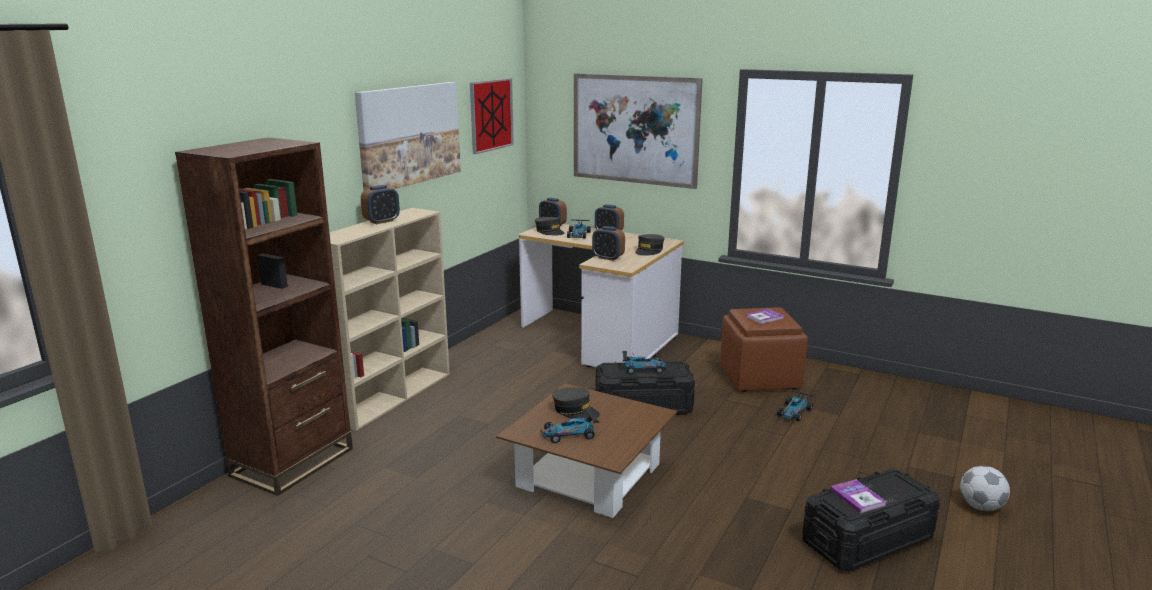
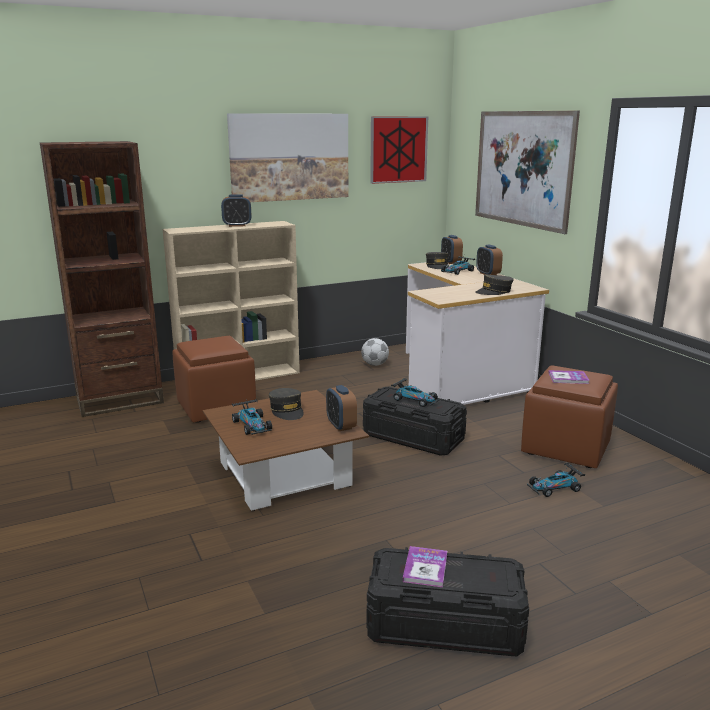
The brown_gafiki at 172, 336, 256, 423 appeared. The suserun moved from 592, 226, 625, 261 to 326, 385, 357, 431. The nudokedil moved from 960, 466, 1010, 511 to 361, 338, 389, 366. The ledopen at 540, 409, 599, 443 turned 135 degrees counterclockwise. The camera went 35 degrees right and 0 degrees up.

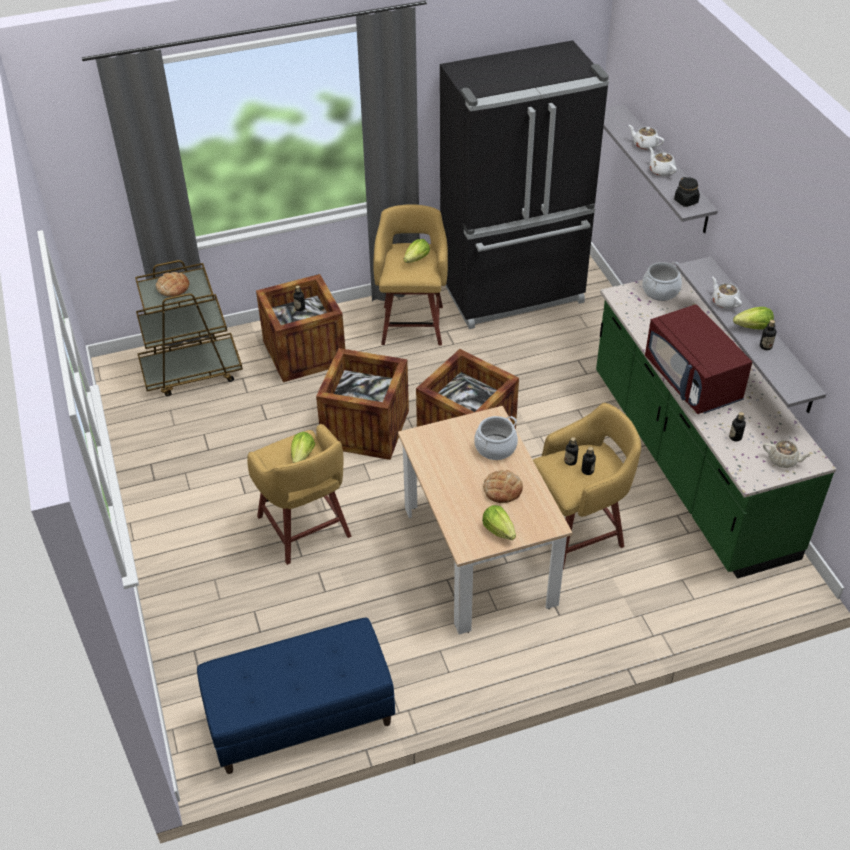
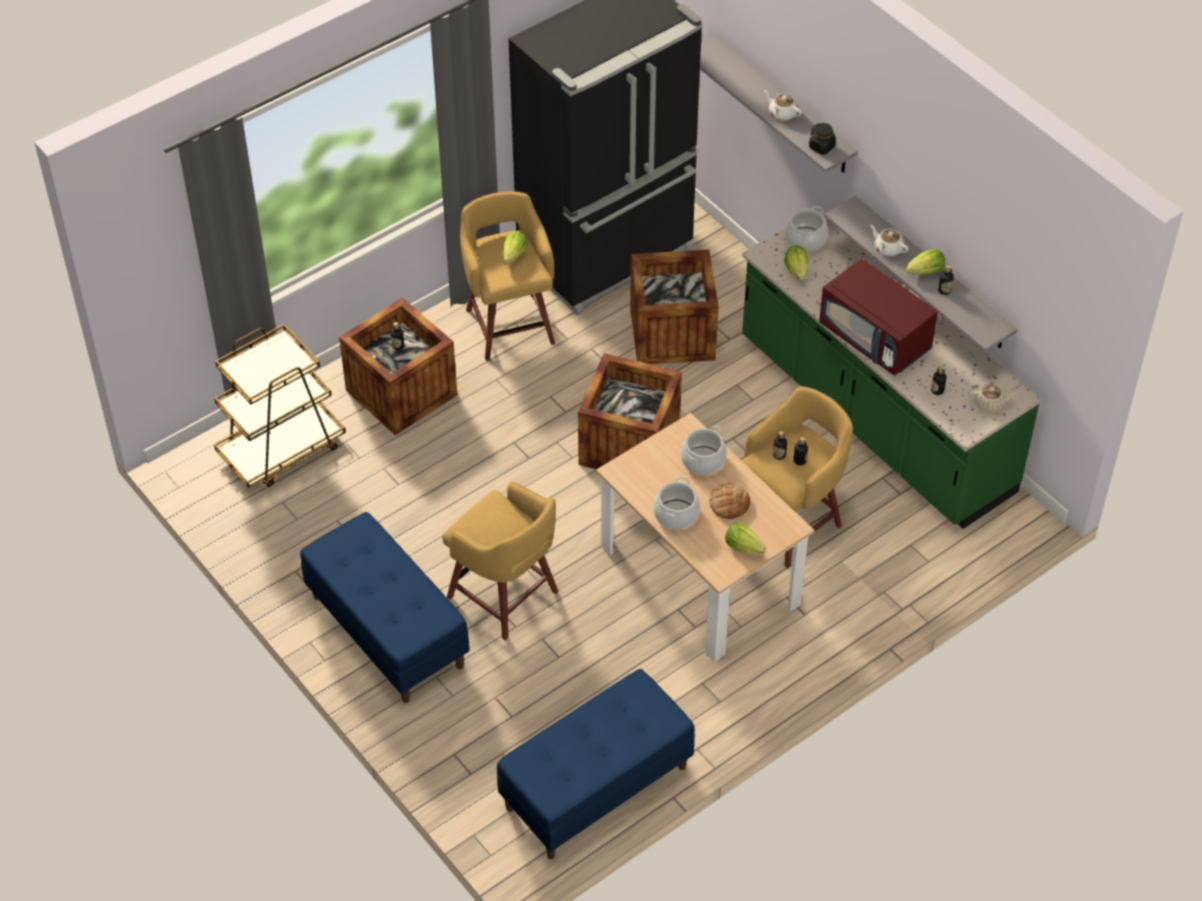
The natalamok at 156, 272, 189, 297 disappeared. The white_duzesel at 629, 125, 664, 150 disappeared. The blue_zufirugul at 300, 512, 469, 703 appeared. The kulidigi at 653, 477, 700, 530 appeared. The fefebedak moved from 291, 432, 315, 463 to 784, 245, 808, 281. The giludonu moved from 316, 348, 409, 460 to 630, 249, 719, 364. The camera went 20 degrees left and 5 degrees up.

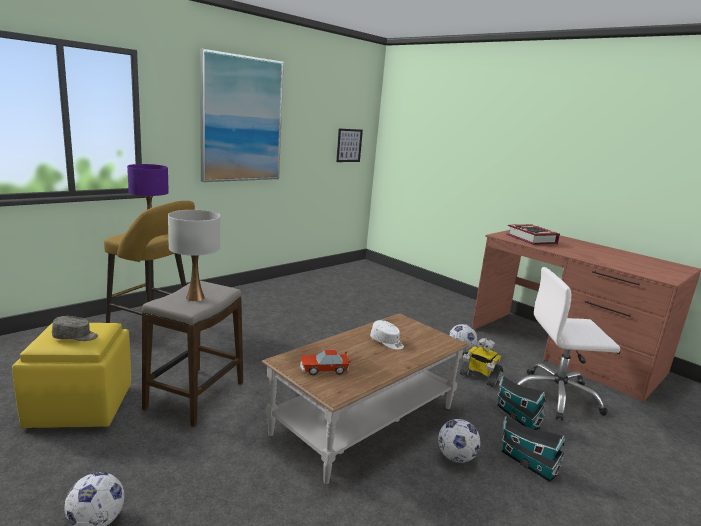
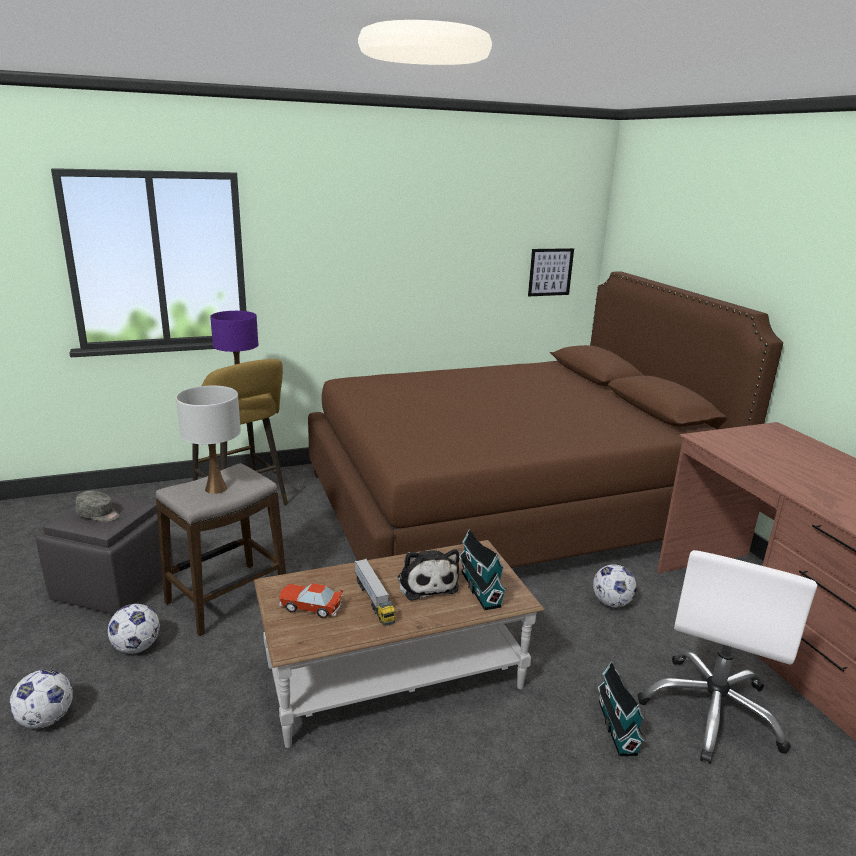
The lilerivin at 200, 49, 284, 182 disappeared. The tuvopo at 460, 338, 504, 388 disappeared. The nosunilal at 506, 224, 560, 245 disappeared. The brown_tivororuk at 308, 271, 783, 568 appeared. The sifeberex at 355, 559, 395, 626 appeared. The nudokedil moved from 438, 419, 480, 463 to 108, 604, 160, 653. The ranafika moved from 501, 416, 565, 482 to 459, 529, 507, 610. The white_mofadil at 370, 320, 404, 350 was replaced by the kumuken at 398, 549, 459, 600. The yellow_gafiki at 12, 323, 131, 428 became the grey_gafiki at 36, 494, 174, 614. The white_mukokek at 517, 267, 620, 421 turned 90 degrees counterclockwise. The camera went 25 degrees right and 5 degrees up.

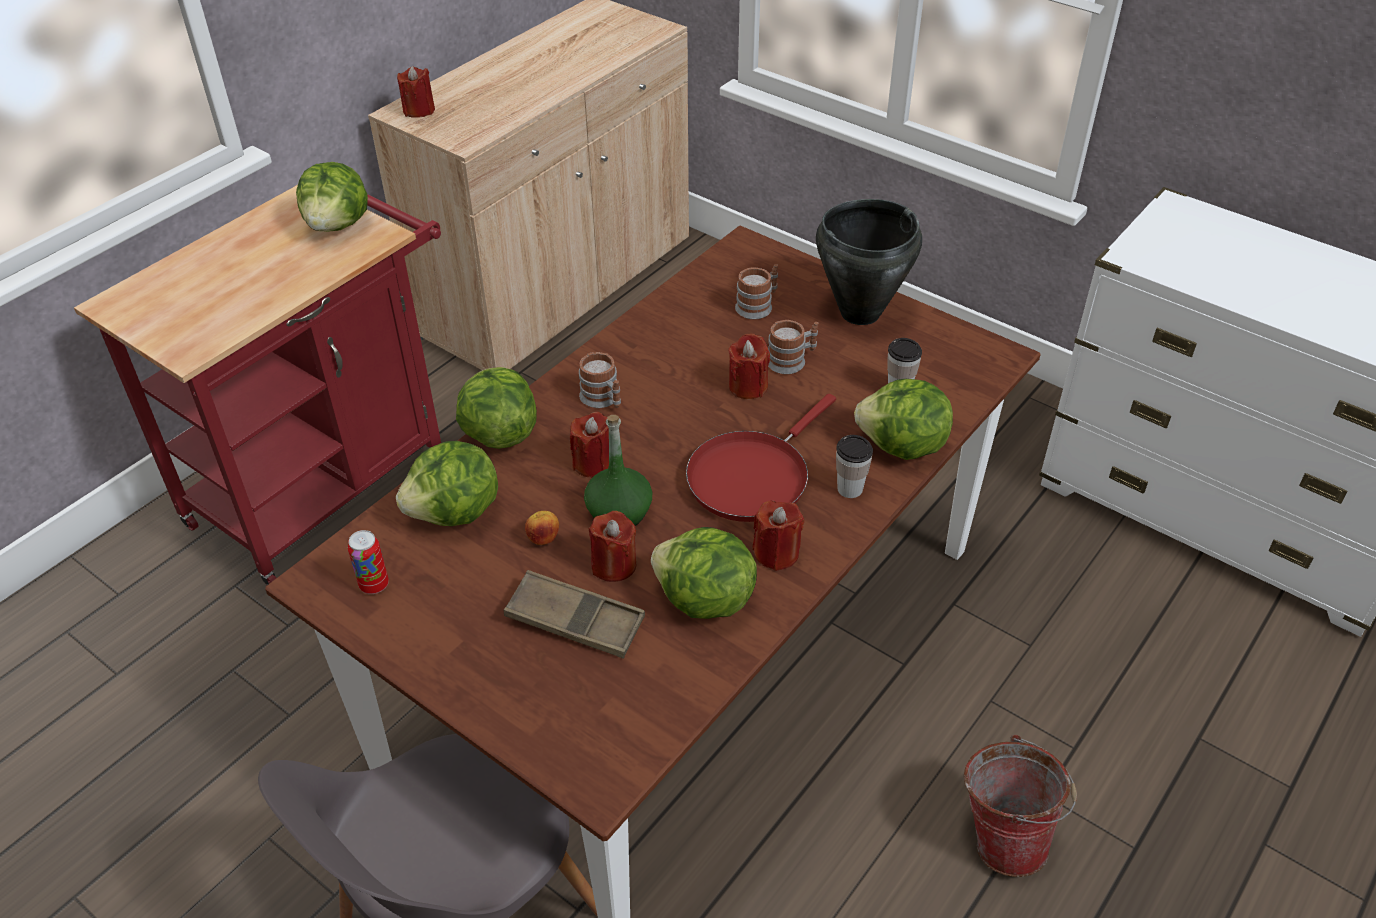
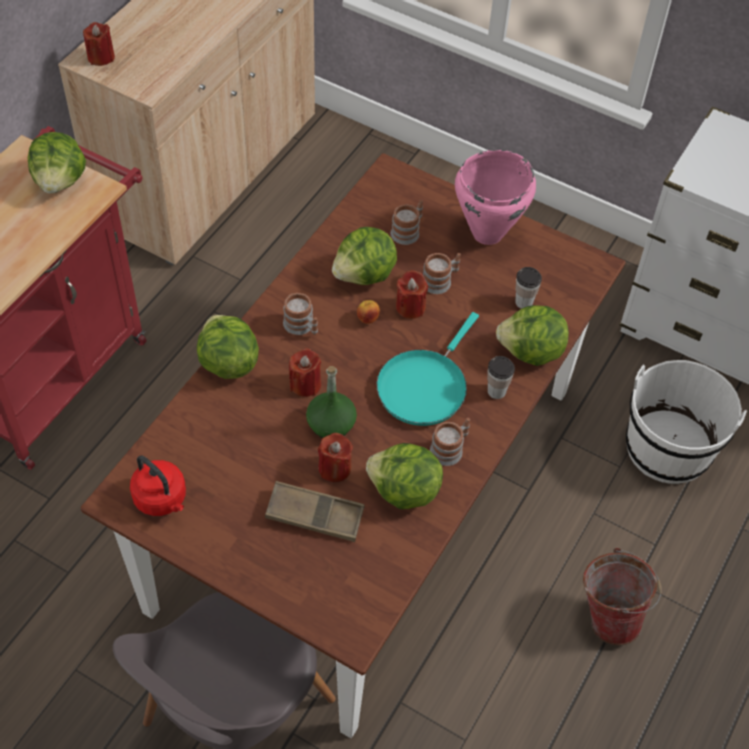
The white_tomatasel at 626, 360, 747, 484 appeared. The fefebedak moved from 396, 441, 498, 526 to 332, 227, 397, 285. The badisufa moved from 525, 511, 559, 545 to 357, 300, 380, 324. The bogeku at 348, 530, 389, 594 was replaced by the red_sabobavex at 130, 455, 186, 516. The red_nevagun at 752, 500, 804, 571 was replaced by the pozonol at 430, 418, 470, 466. The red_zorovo at 686, 394, 836, 522 became the turquoise_zorovo at 376, 312, 479, 426. The black_kulidigi at 816, 199, 922, 325 became the pink_kulidigi at 455, 150, 536, 245. The camera went 10 degrees left and 10 degrees up.

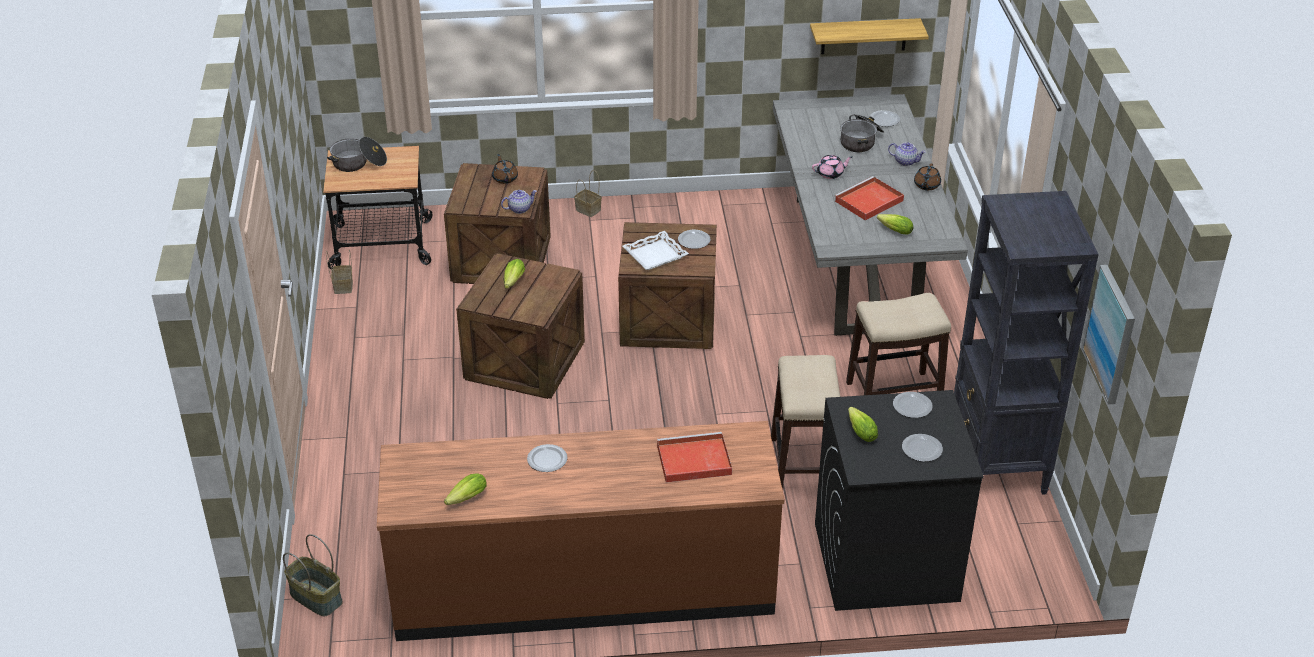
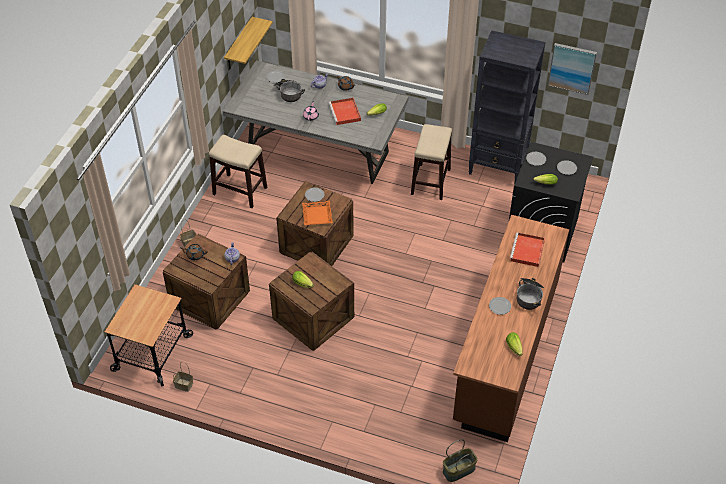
The kulidigi moved from 327, 137, 387, 172 to 517, 278, 544, 310. The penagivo moved from 771, 355, 840, 489 to 209, 135, 267, 208. The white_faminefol at 622, 231, 689, 270 became the orange_faminefol at 302, 201, 333, 225. The camera went 65 degrees left and 10 degrees up.

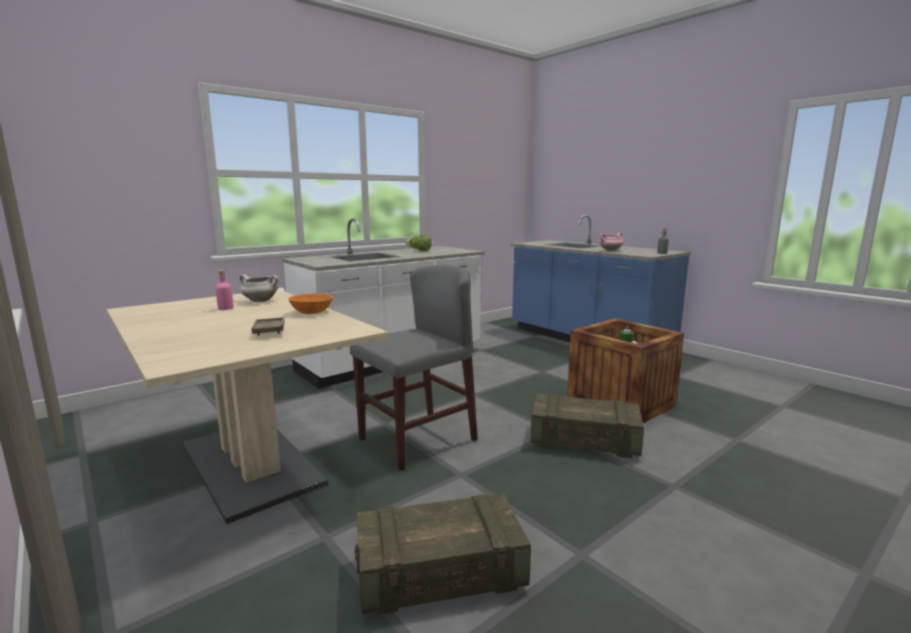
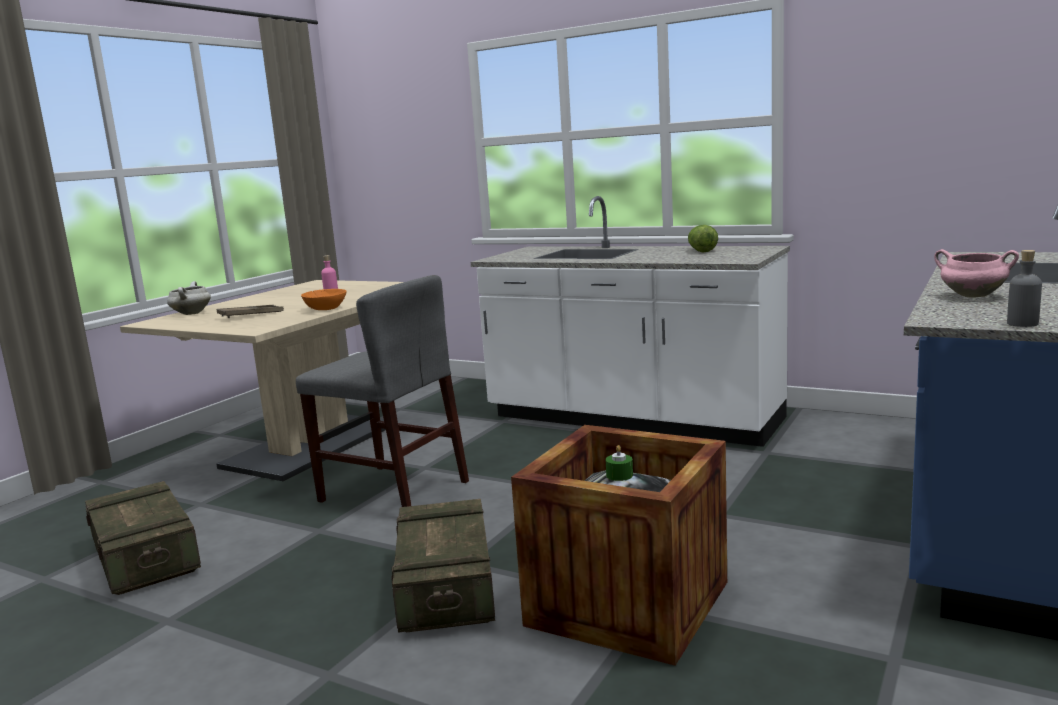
The white_kulidigi moved from 239, 274, 279, 302 to 167, 281, 211, 315. The camera went 70 degrees right and 0 degrees up.

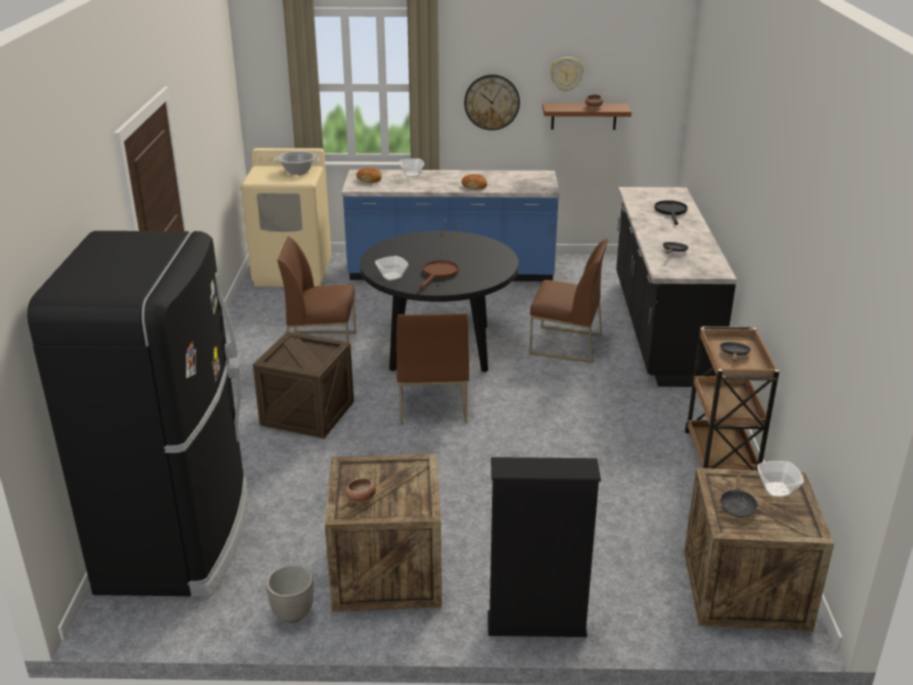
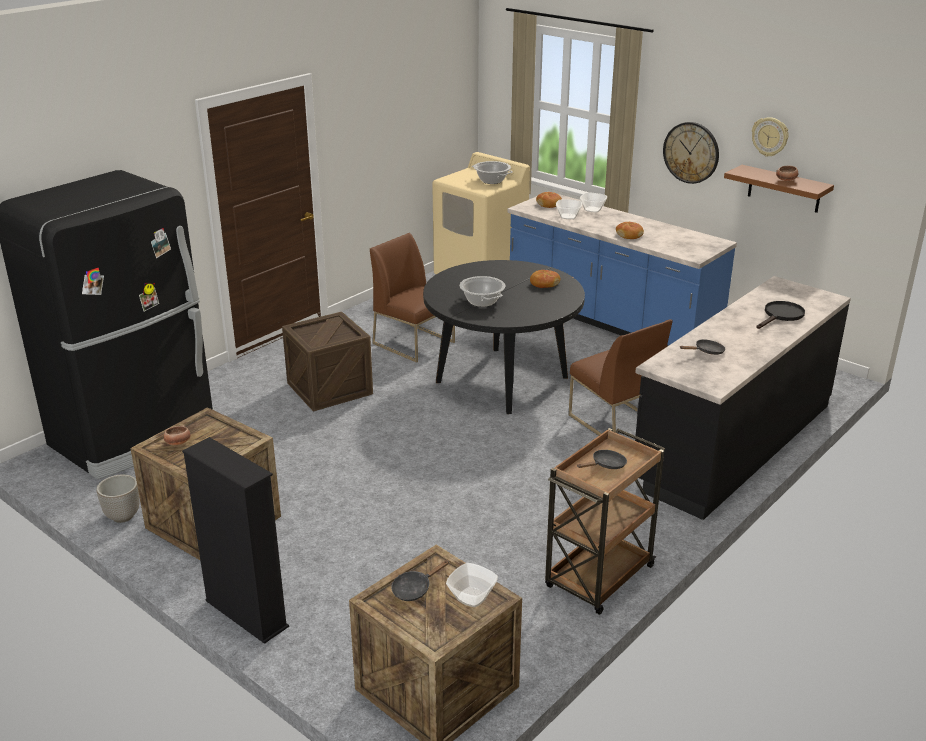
The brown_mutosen at 396, 313, 469, 425 disappeared. The natalamok at 530, 270, 560, 288 appeared. The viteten moved from 375, 256, 408, 281 to 556, 199, 582, 219. The brown_zorovo at 419, 260, 459, 289 was replaced by the kulidigi at 460, 276, 505, 307. The camera went 40 degrees right and 0 degrees up.

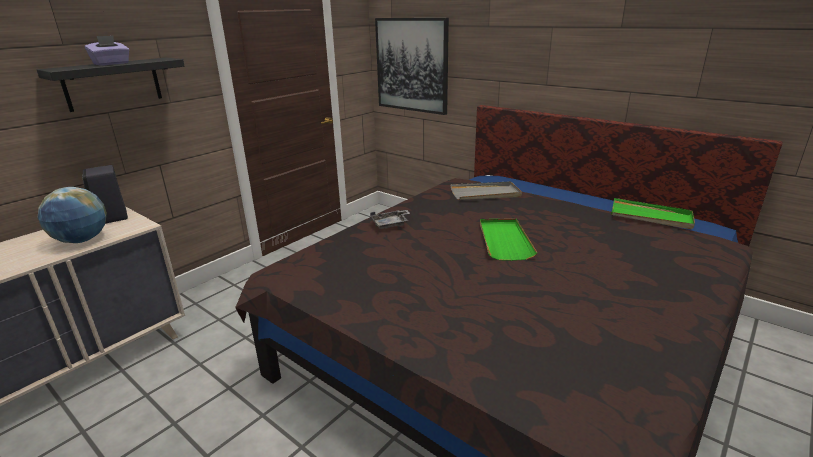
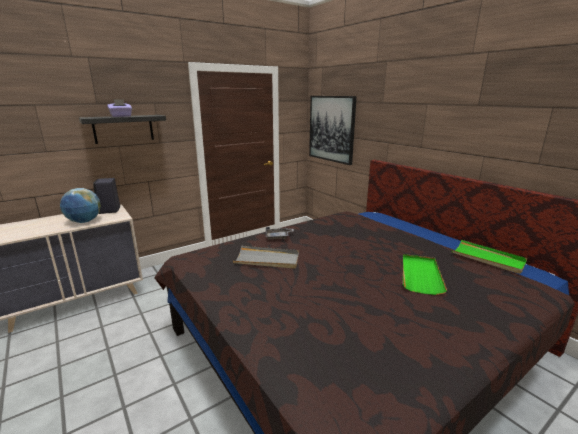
The grey_faminefol moved from 450, 181, 522, 200 to 233, 246, 299, 269. The green_faminefol moved from 480, 219, 538, 261 to 403, 254, 447, 295. The camera went 15 degrees right and 5 degrees down.

